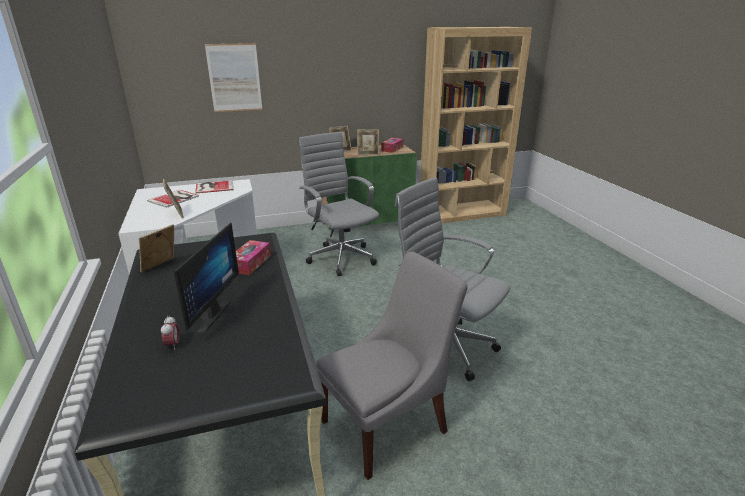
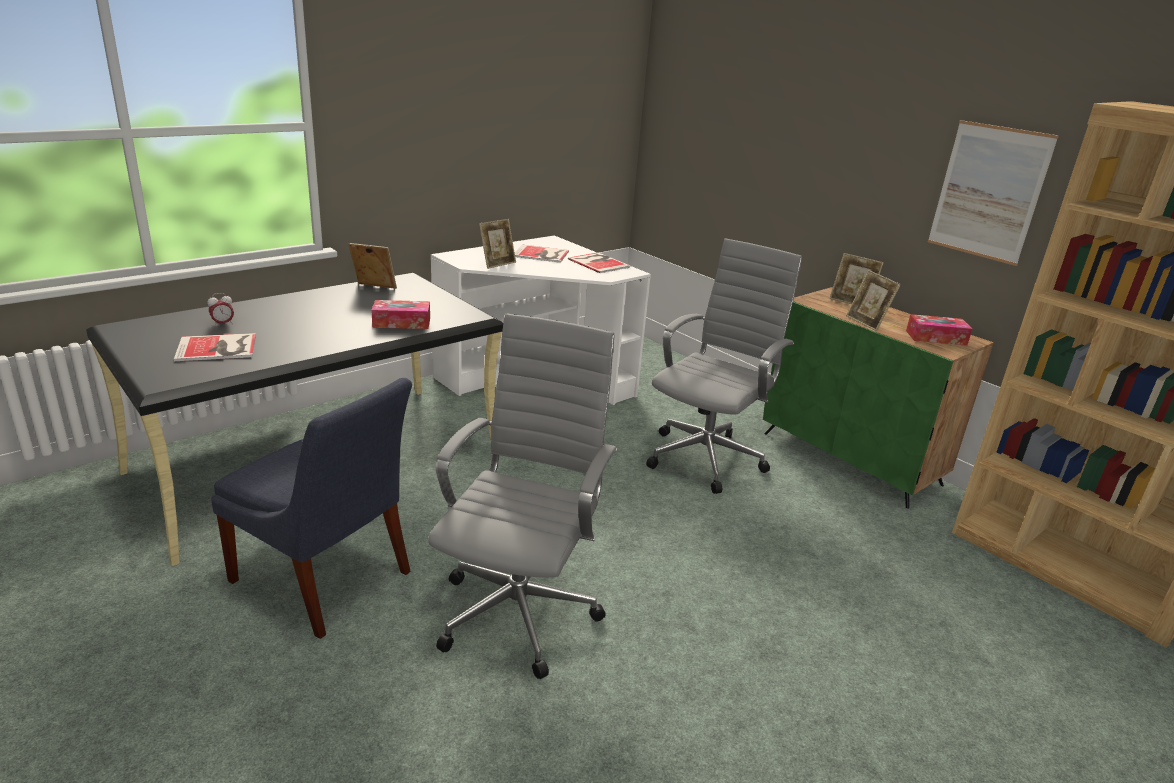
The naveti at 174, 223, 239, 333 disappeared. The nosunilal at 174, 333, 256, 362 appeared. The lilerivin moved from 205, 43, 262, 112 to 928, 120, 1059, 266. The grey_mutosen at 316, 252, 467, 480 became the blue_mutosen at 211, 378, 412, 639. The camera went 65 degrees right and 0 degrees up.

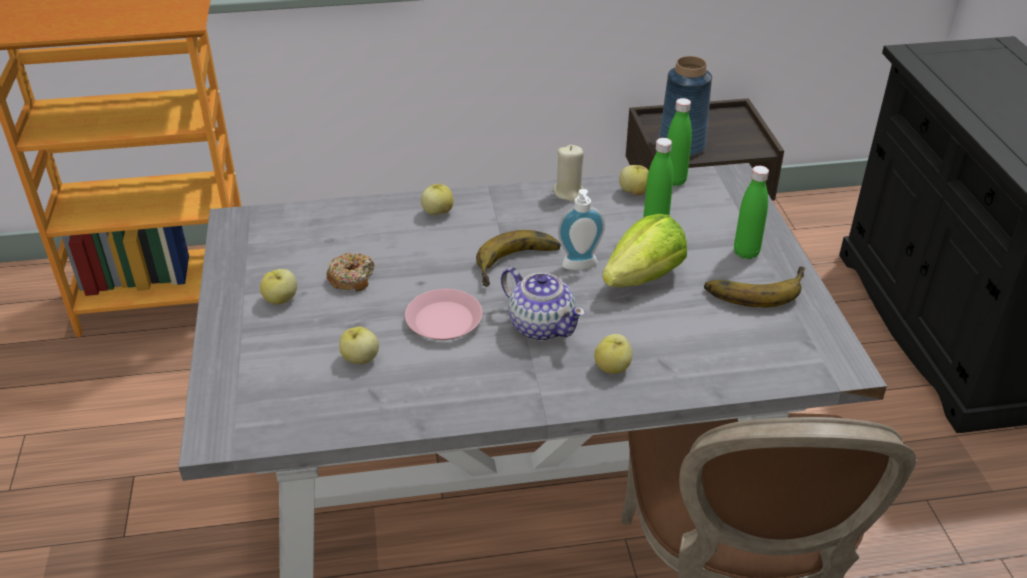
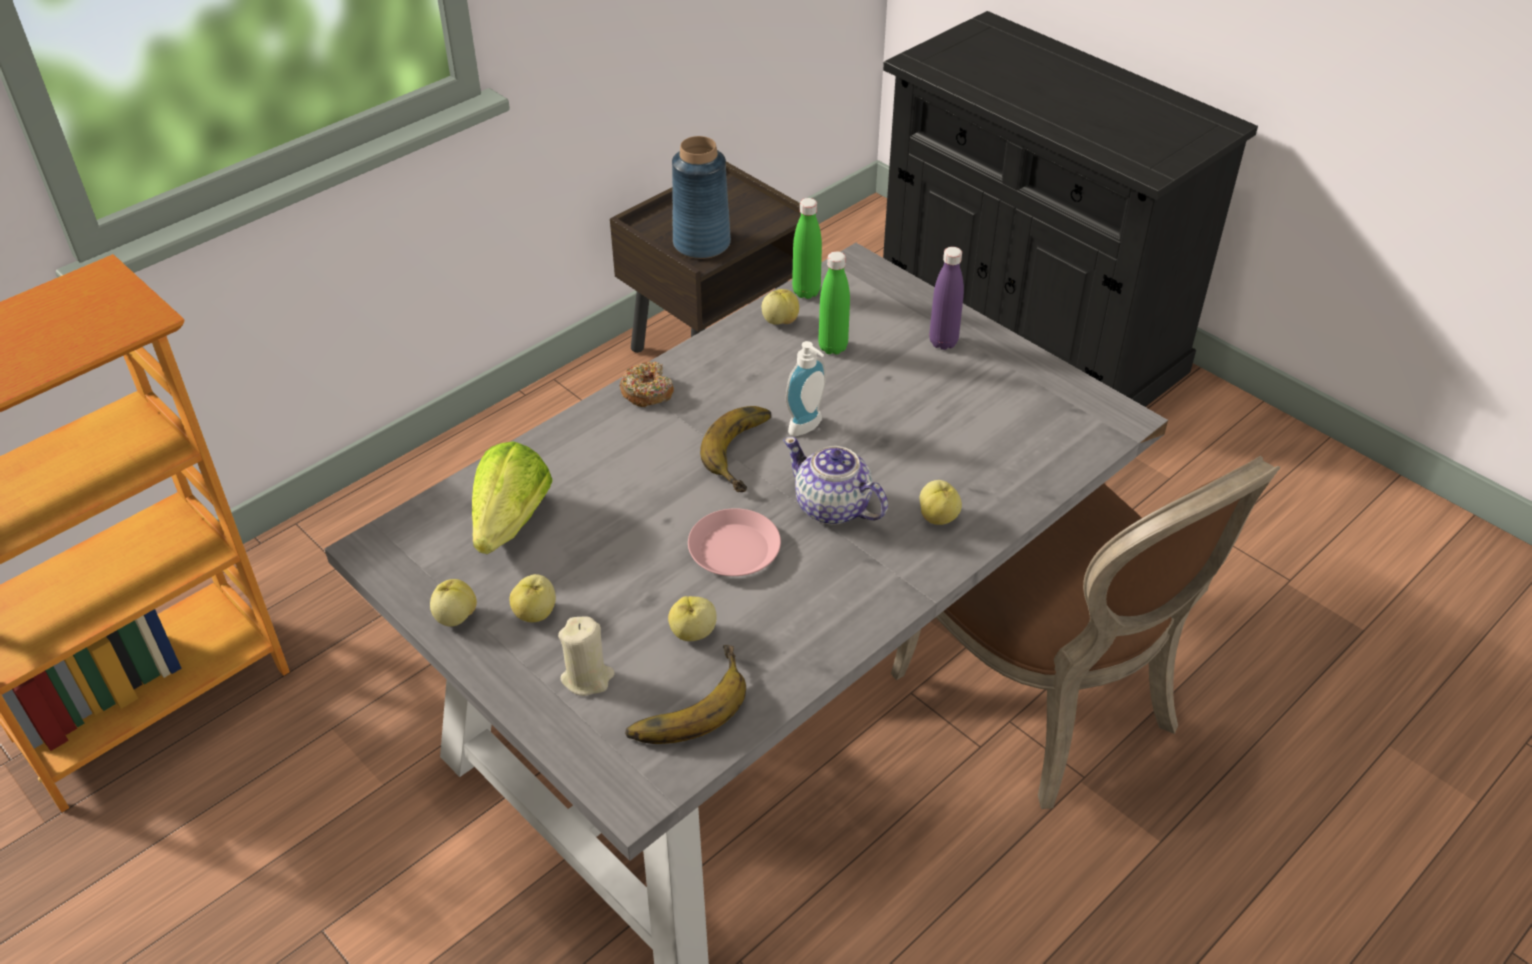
The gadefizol moved from 326, 253, 375, 292 to 620, 362, 674, 407. The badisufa moved from 421, 184, 454, 215 to 430, 579, 477, 627. The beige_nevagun moved from 553, 145, 584, 202 to 558, 617, 615, 696. The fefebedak moved from 602, 214, 687, 287 to 472, 441, 553, 554. The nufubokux moved from 704, 266, 805, 307 to 625, 645, 746, 744. The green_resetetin at 734, 166, 769, 259 became the purple_resetetin at 929, 247, 964, 350. The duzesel at 501, 267, 586, 341 turned 150 degrees counterclockwise. The camera went 35 degrees left and 5 degrees up.

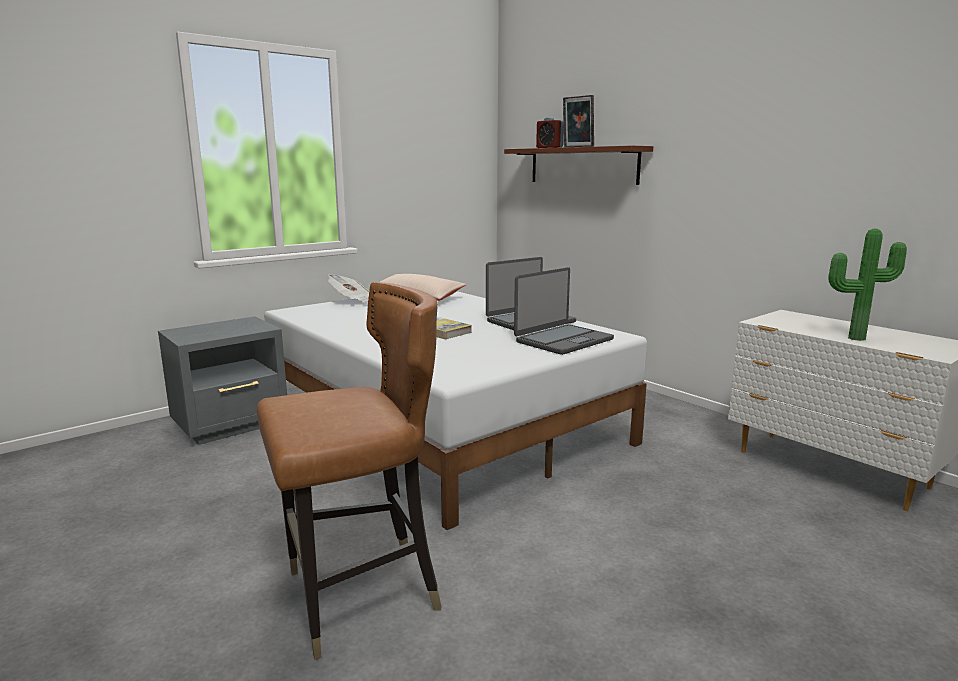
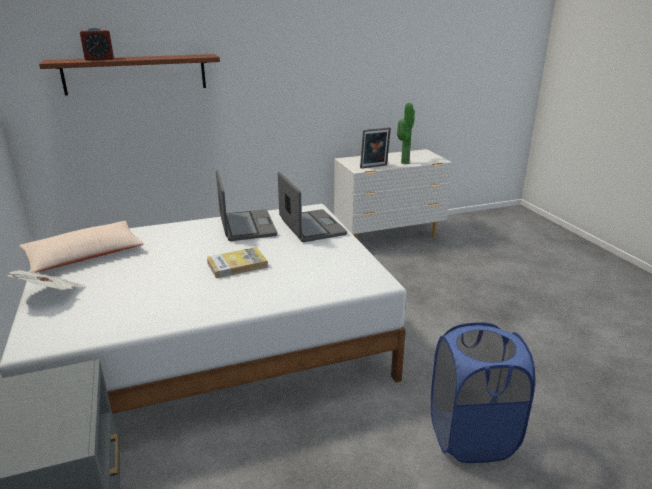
The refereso moved from 563, 95, 594, 147 to 360, 127, 391, 169. The brown_mutosen at 257, 282, 441, 660 was replaced by the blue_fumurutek at 431, 322, 535, 463. The camera went 70 degrees left and 10 degrees up.

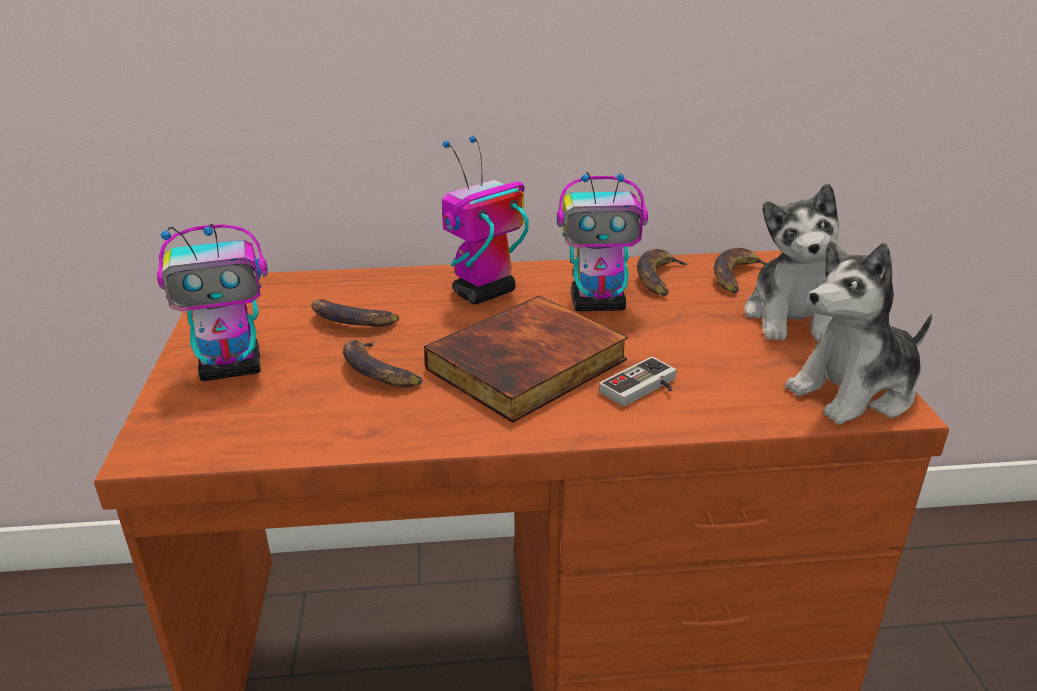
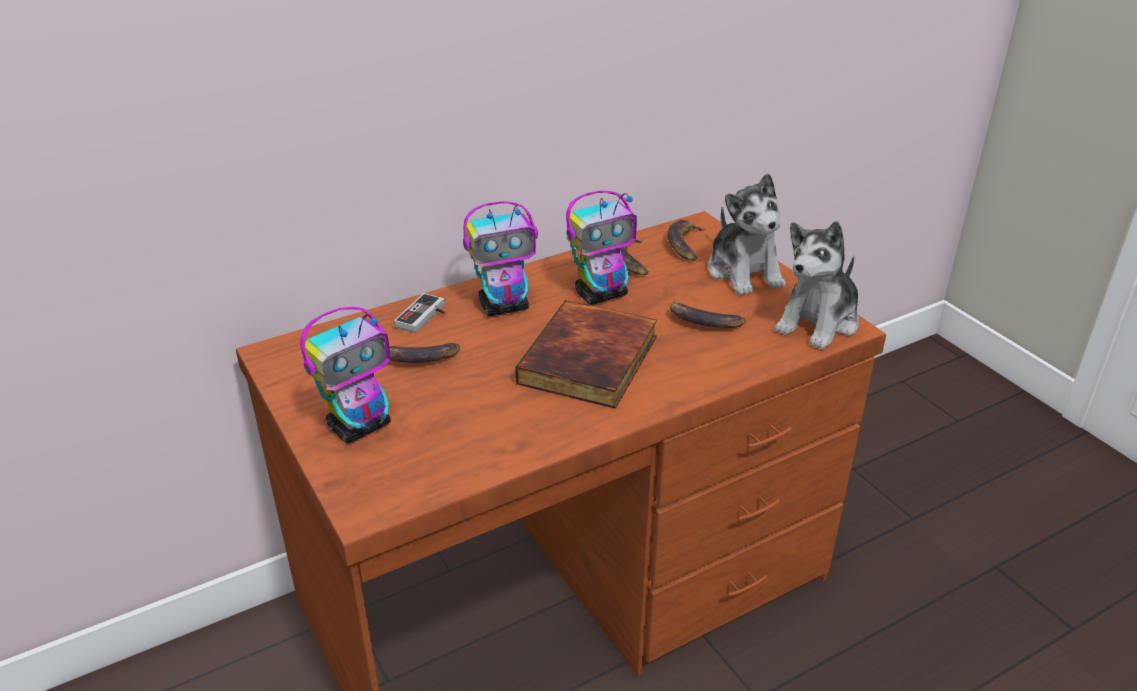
The nufubokux moved from 343, 340, 423, 387 to 670, 301, 745, 328. The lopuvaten moved from 599, 357, 676, 407 to 394, 293, 446, 333. The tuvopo at 442, 136, 529, 304 turned 135 degrees counterclockwise. The camera went 25 degrees left and 5 degrees up.

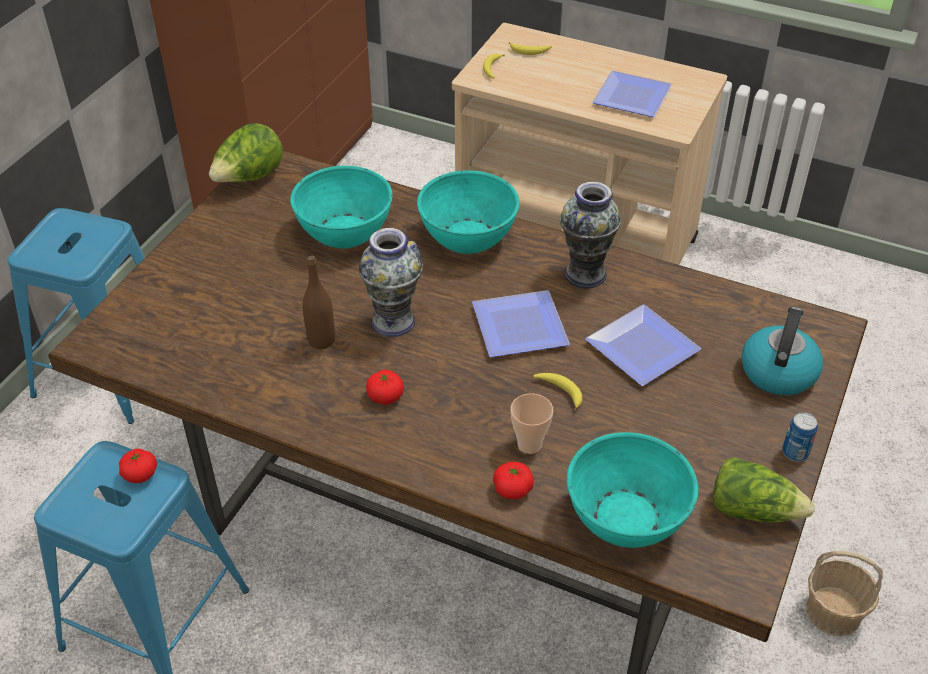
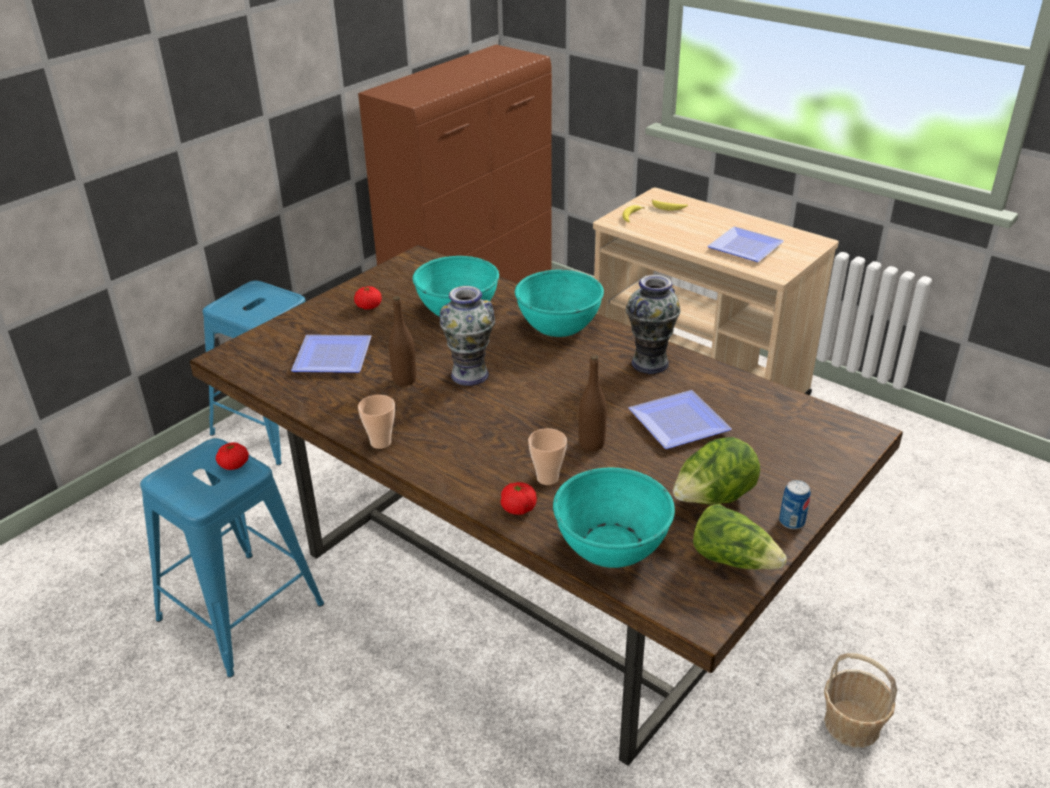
The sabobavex at 741, 307, 823, 395 disappeared. The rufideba at 358, 395, 395, 449 appeared. The fefebedak moved from 209, 123, 283, 182 to 673, 437, 760, 504. The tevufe moved from 366, 370, 404, 405 to 354, 286, 382, 310. The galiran moved from 472, 290, 570, 357 to 291, 335, 371, 373. The nufubokux at 533, 373, 582, 411 was replaced by the brown_resetetin at 578, 355, 607, 451. The camera went 15 degrees right and 10 degrees down.

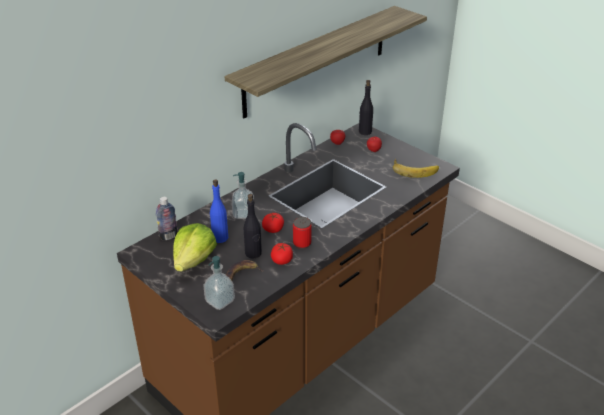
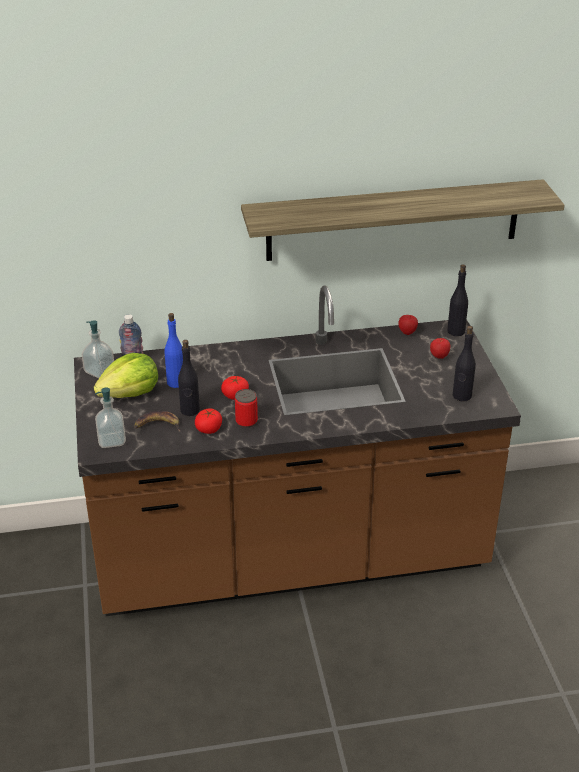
The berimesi moved from 232, 172, 254, 219 to 81, 320, 114, 378. The nufubokux at 393, 159, 439, 178 was replaced by the black_resetetin at 453, 326, 476, 402. The camera went 35 degrees right and 0 degrees up.

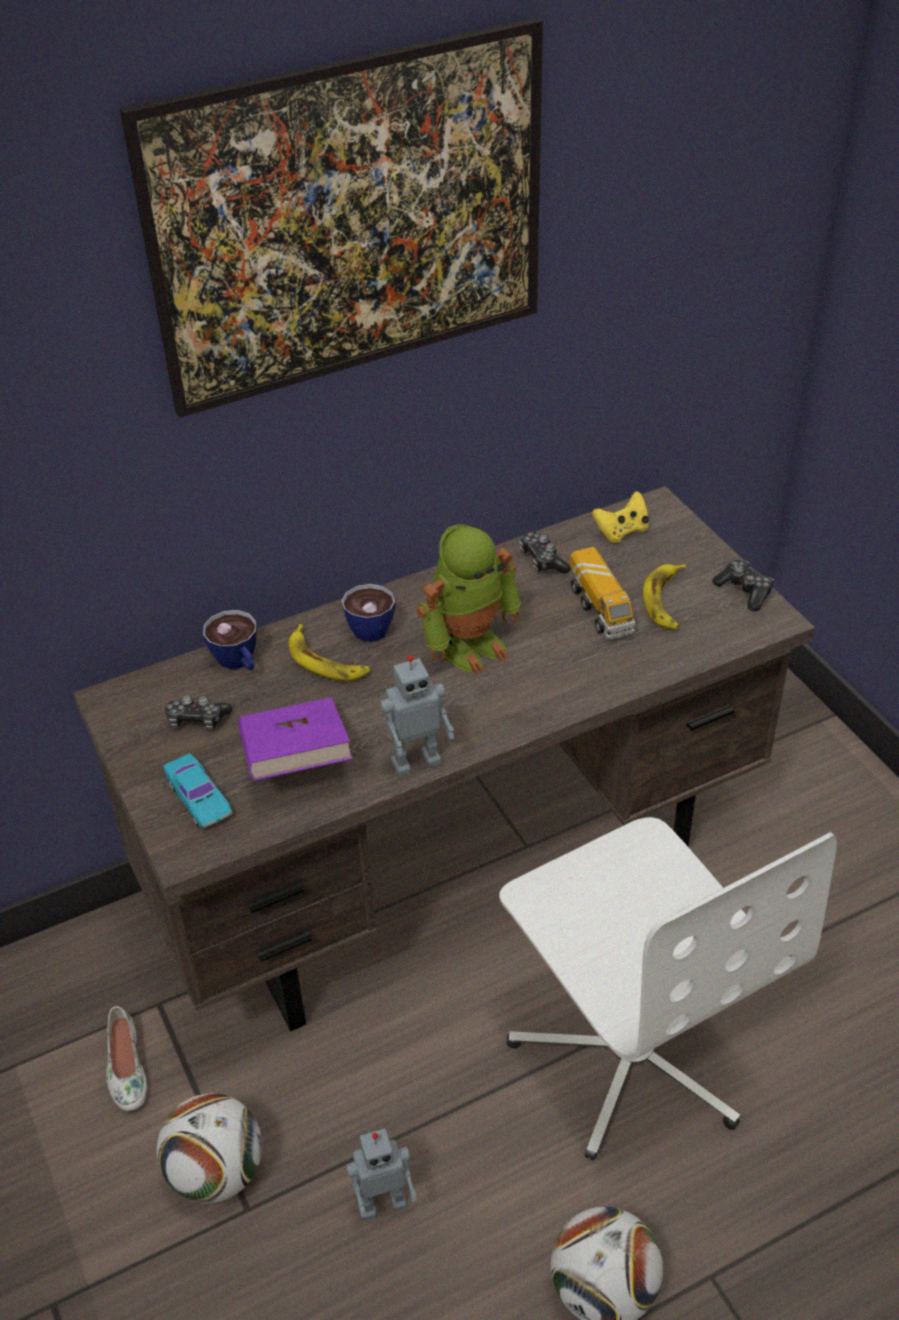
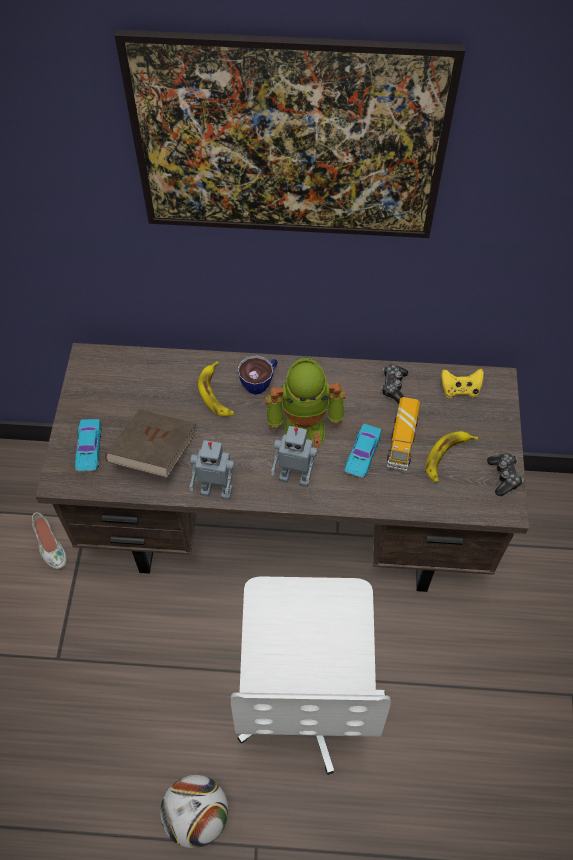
The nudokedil at 156, 1093, 262, 1203 disappeared. The lopuvaten at 165, 695, 232, 731 disappeared. The rufideba at 203, 610, 257, 670 disappeared. The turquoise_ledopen at 345, 424, 381, 478 appeared. The tuvopo moved from 346, 1129, 417, 1221 to 271, 426, 318, 487. The purple_nosunilal at 238, 697, 353, 780 became the brown_nosunilal at 105, 410, 196, 478. The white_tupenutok at 106, 1006, 147, 1111 turned 45 degrees counterclockwise. The camera went 30 degrees right and 15 degrees up.

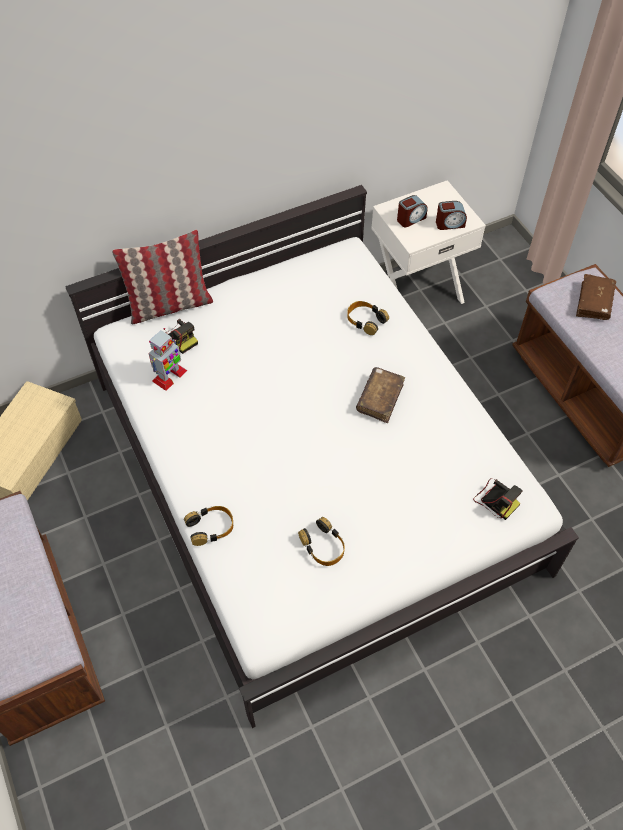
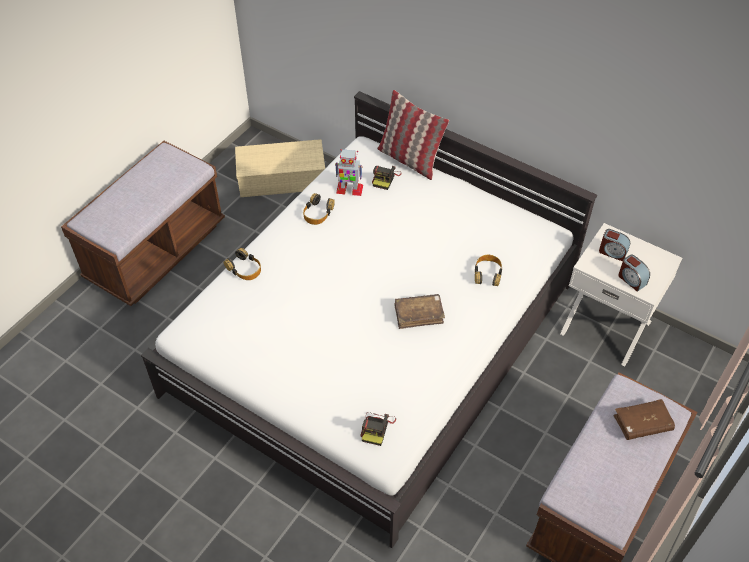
The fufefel moved from 298, 517, 345, 566 to 303, 193, 335, 225. The camera went 60 degrees right and 5 degrees down.

